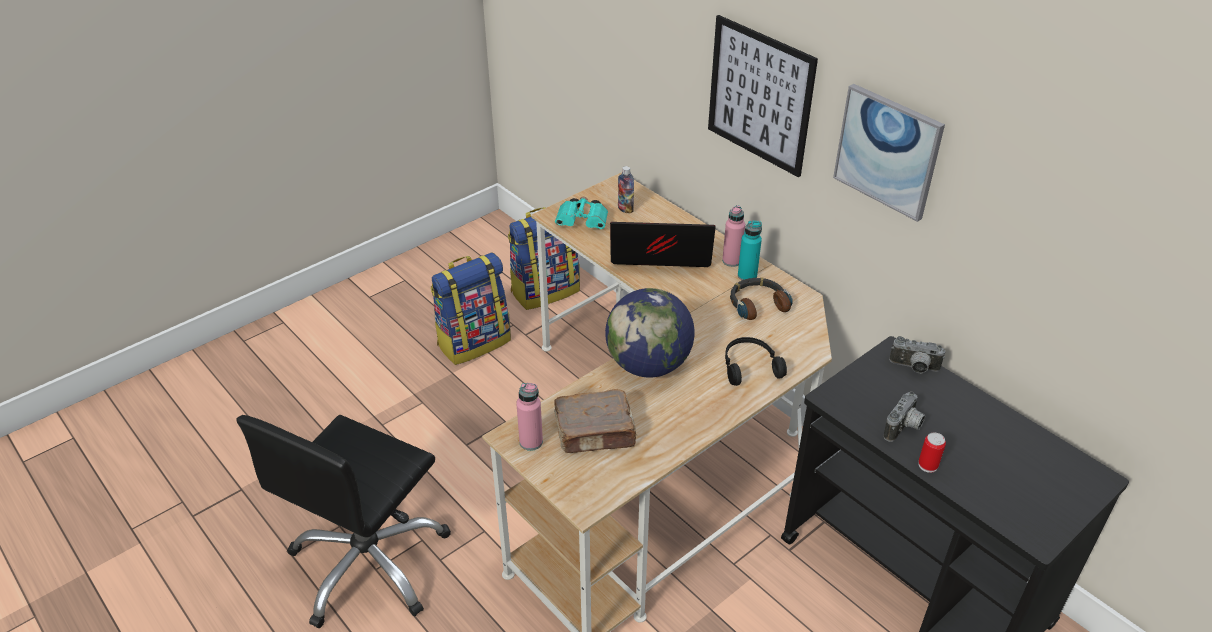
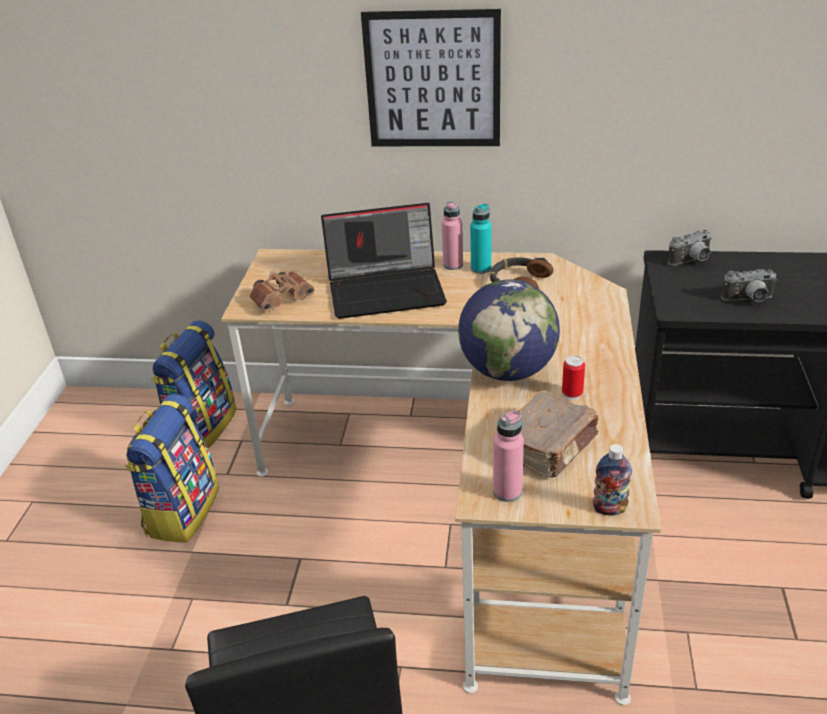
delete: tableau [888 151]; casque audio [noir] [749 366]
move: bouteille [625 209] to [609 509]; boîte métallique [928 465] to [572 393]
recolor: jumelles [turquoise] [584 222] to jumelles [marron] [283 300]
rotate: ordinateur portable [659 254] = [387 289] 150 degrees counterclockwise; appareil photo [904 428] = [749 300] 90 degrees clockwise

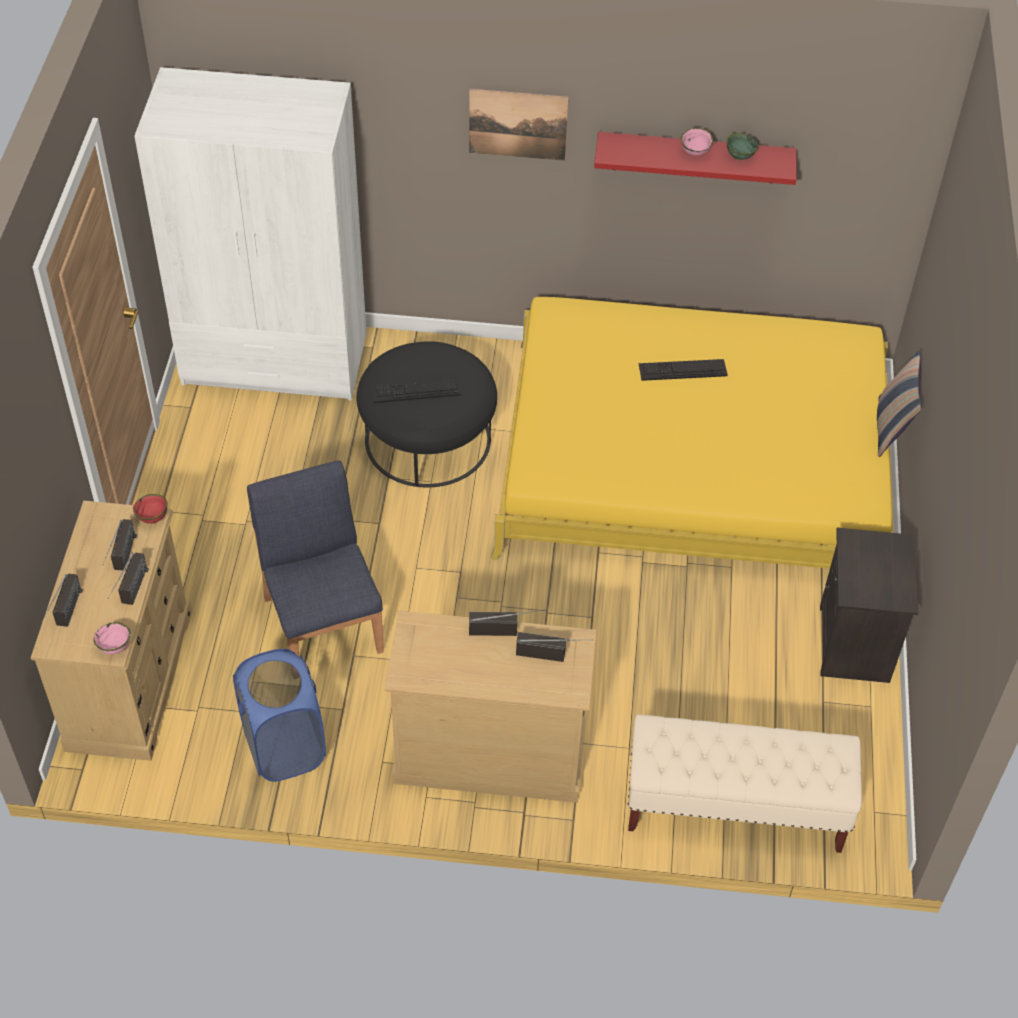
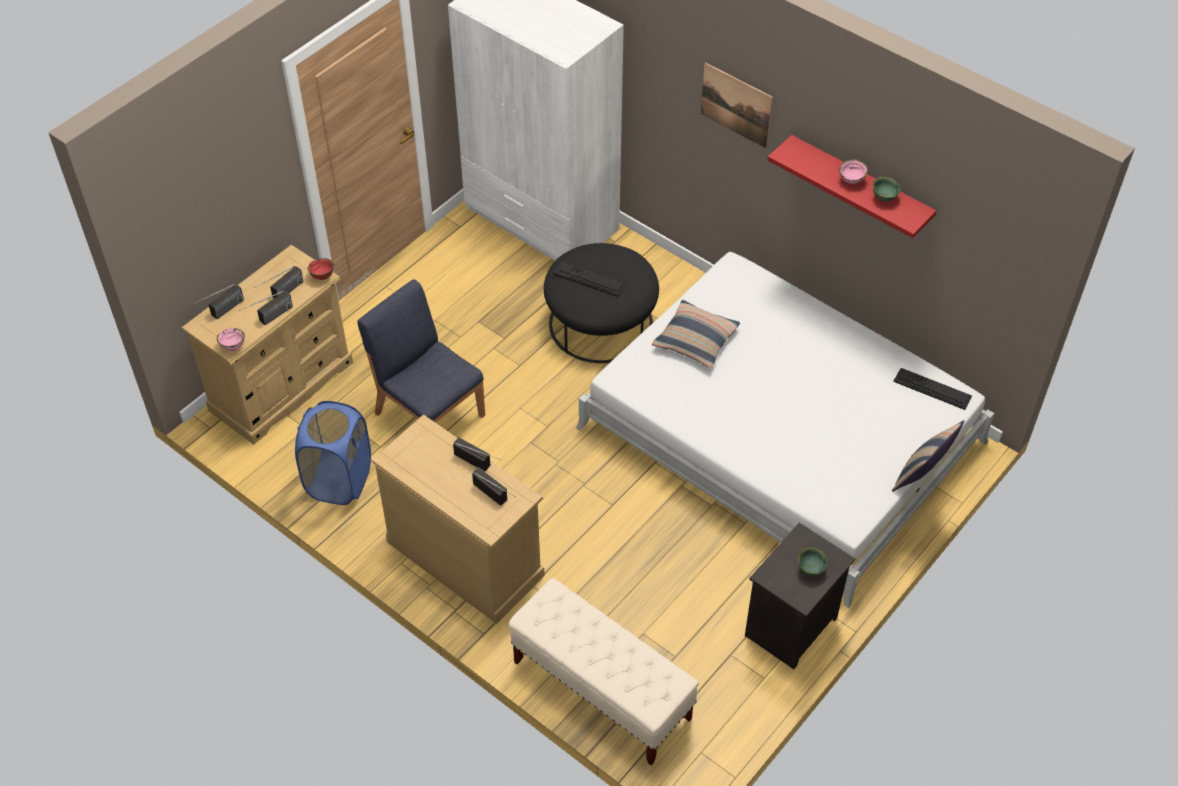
insert: coussin [695 340]; bol [vert] [810 568]
move: clavier [682 370] to [932 388]
recolor: lit [jaune] [694 463] to lit [blanc] [780 434]
rotate: chaise [bleu] [323 622] = [429 413] 60 degrees counterclockwise

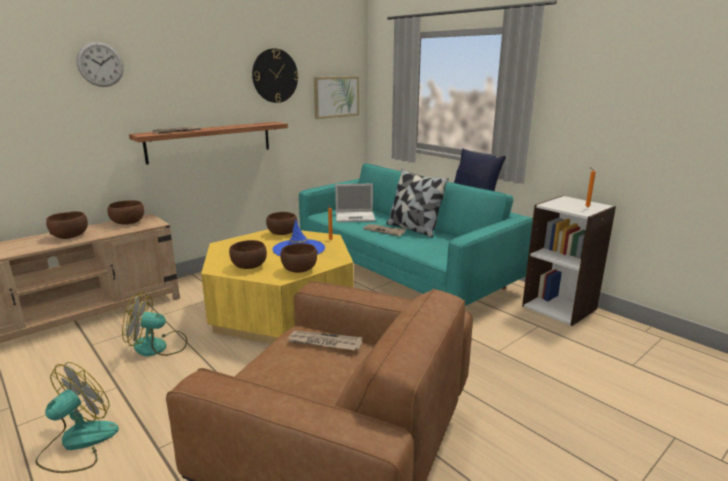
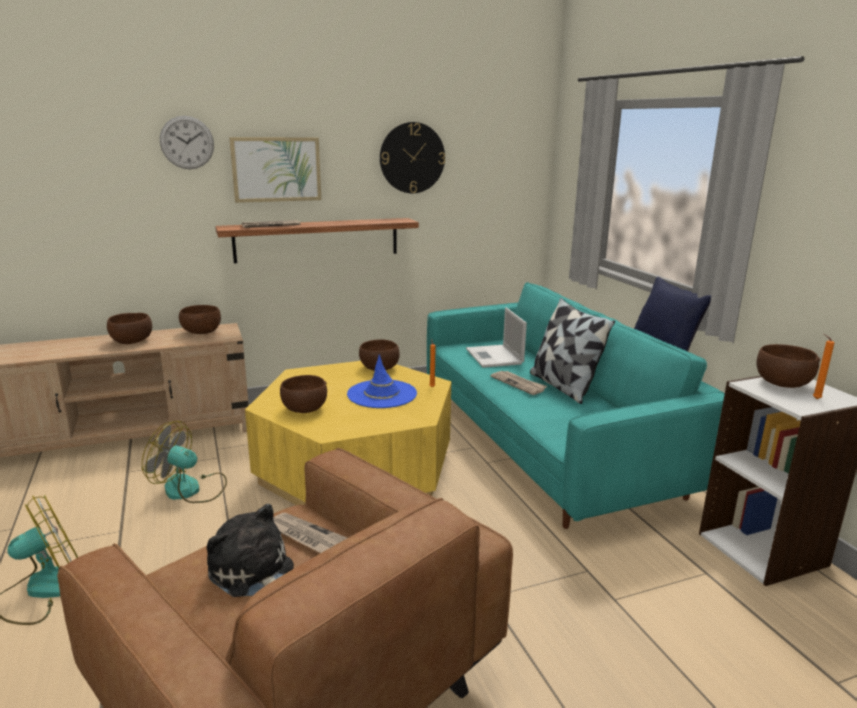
insert: peluche [253 573]
move: tableau [336 97] to [276 169]; bol [marron] [299 270] to [782 384]
rotate: ordinateur portable [356 217] = [494 357] 60 degrees clockwise

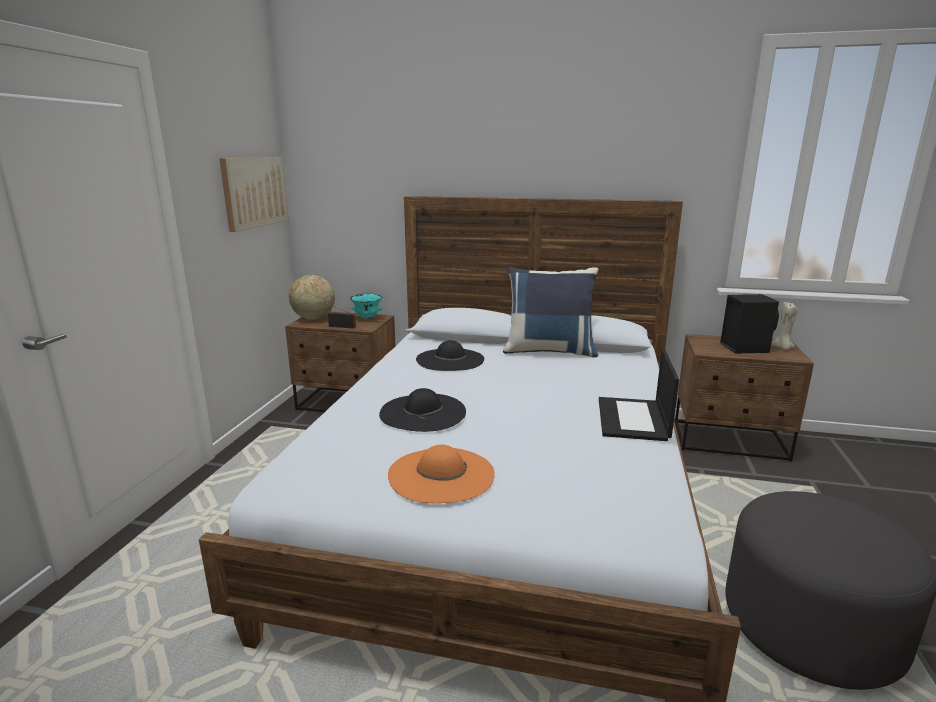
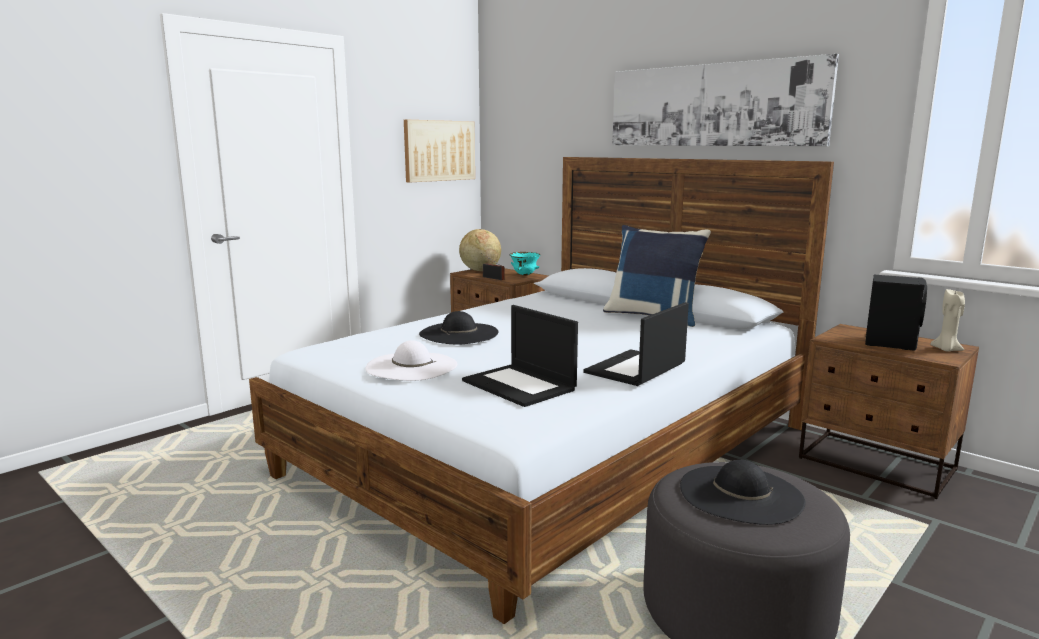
insert: tableau [713 105]; ordinateur portable [520 385]
move: chapeau [noir] [450 359] to [740 494]
recolor: chapeau [orange] [441 474] to chapeau [blanc] [411 366]

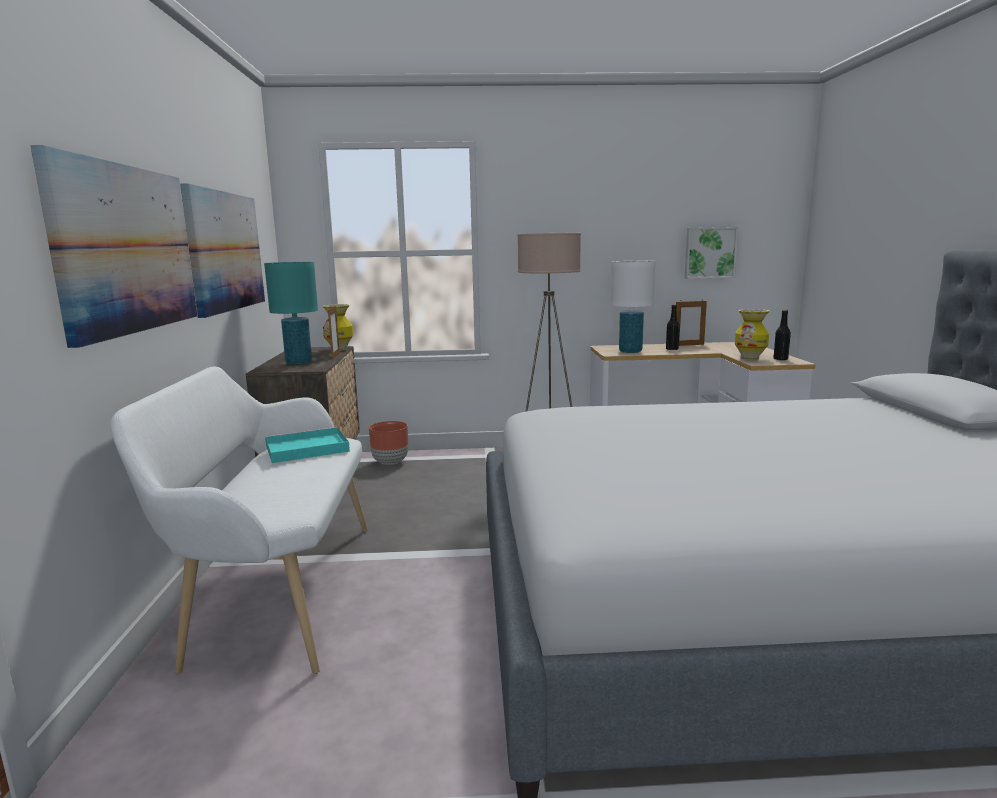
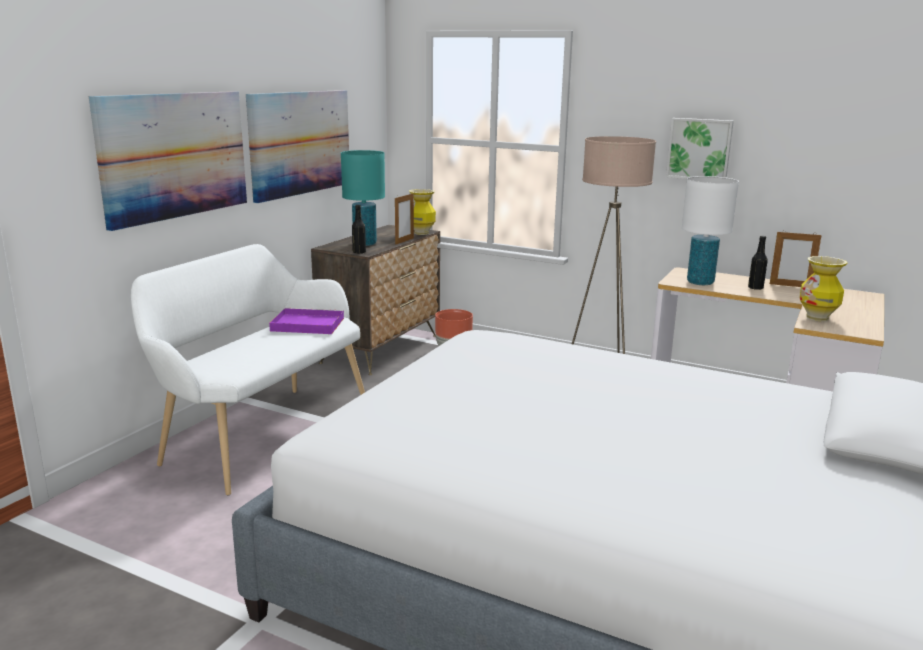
move: tableau [710 253] to [699 149]; bouteille [noir] [780 359] to [359 252]
recolor: plateau [turquoise] [305 449] to plateau [violet] [306 324]

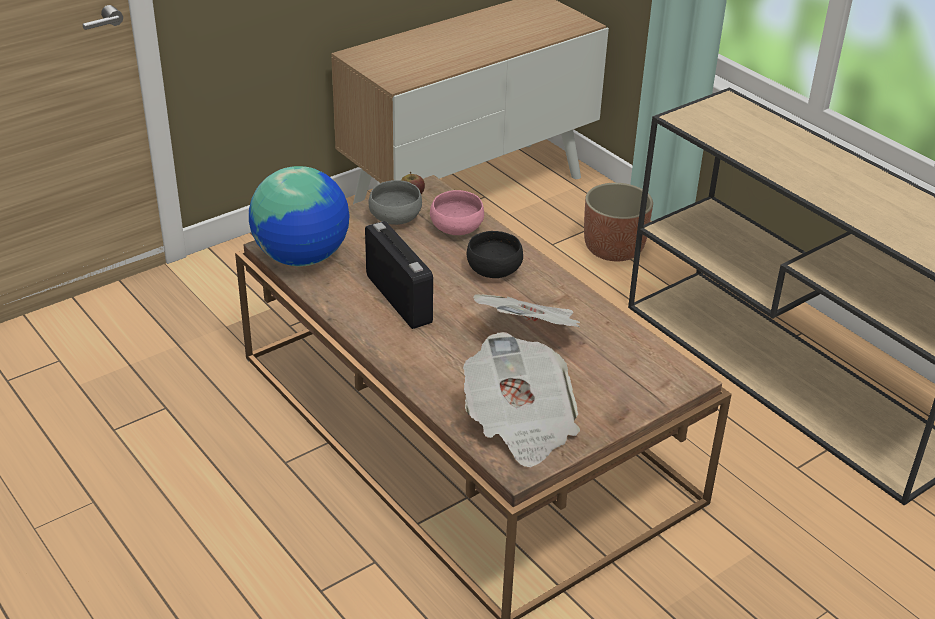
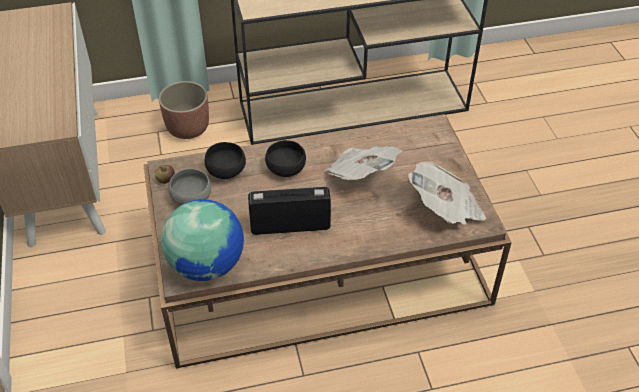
recolor: bol [rose] [457 230] to bol [noir] [227 171]

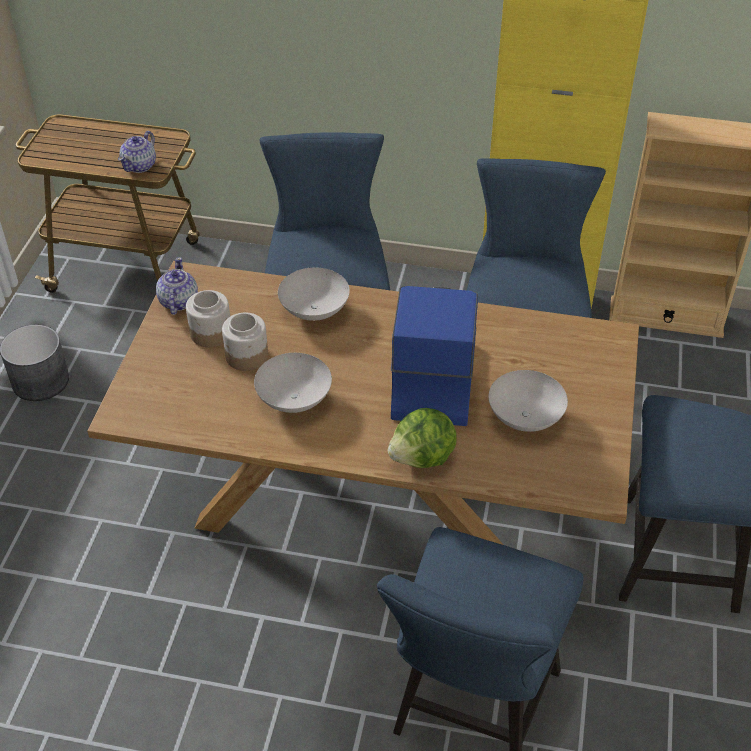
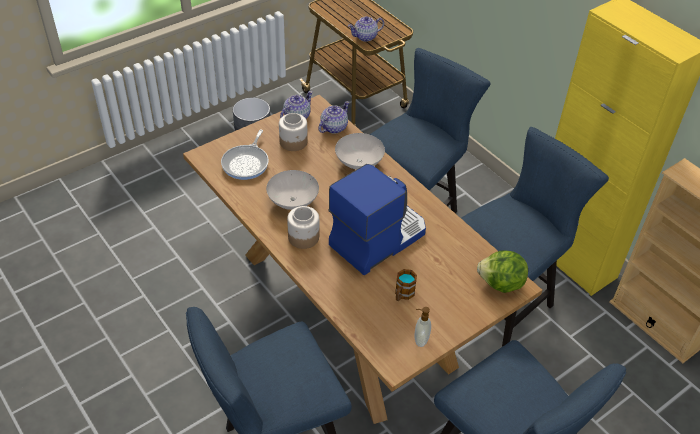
insert: théière [333 127]; poêle [246 163]; distributeur de savon [420 340]
move: bocal [246 356] to [303 237]; laitue [423 458] to [501 284]
replace: bol [blanc] [526 418] to mug [403 294]

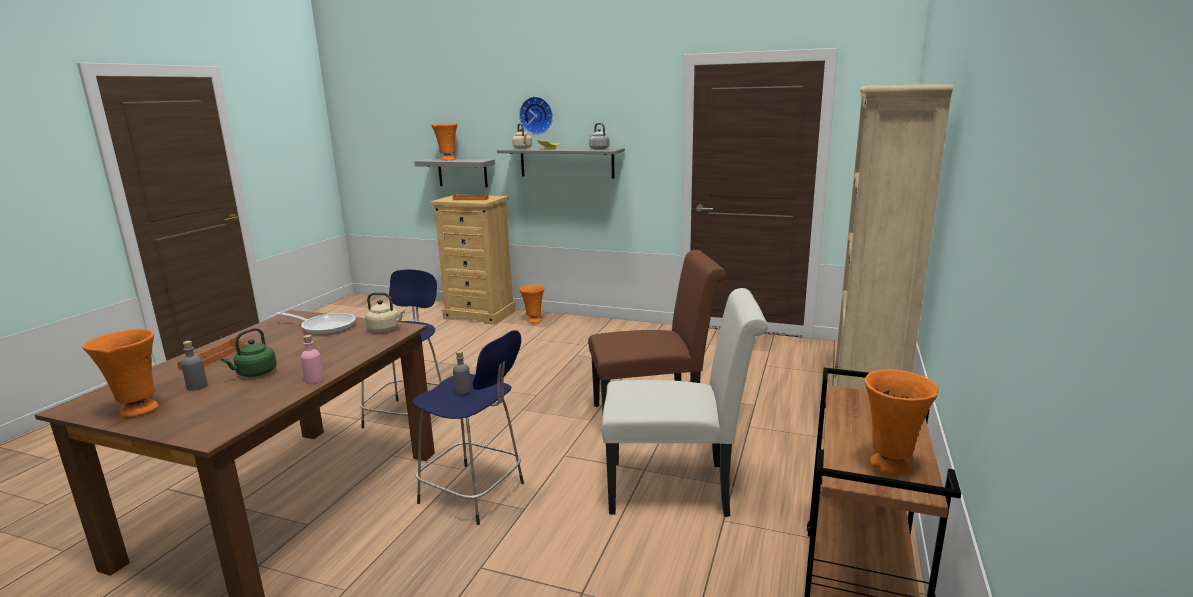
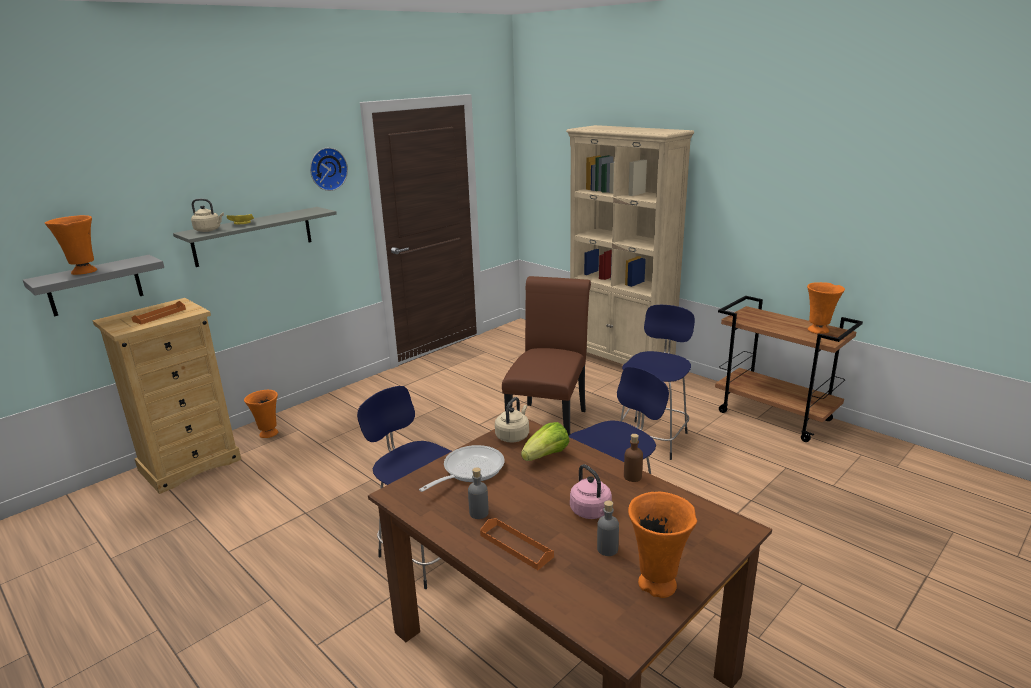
delete: bouilloire [gris] [598 149]
insert: laitue [546 456]
move: horloge murale [537 115] to [327 169]; bouteille [gris] [463 390] to [479 513]
replace: chaise [blanc] [678 488] to tabouret [bleu] [653 438]
recolor: bouilloire [vert] [255 373] to bouilloire [rose] [592 512]; bouteille [rose] [314 380] to bouteille [marron] [632 477]

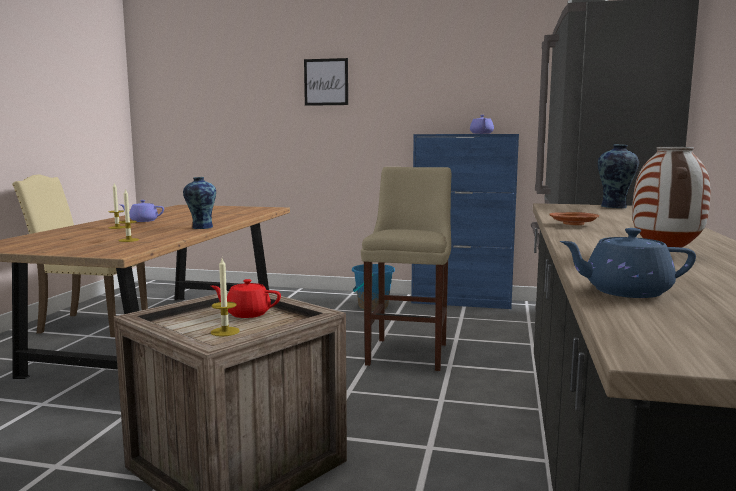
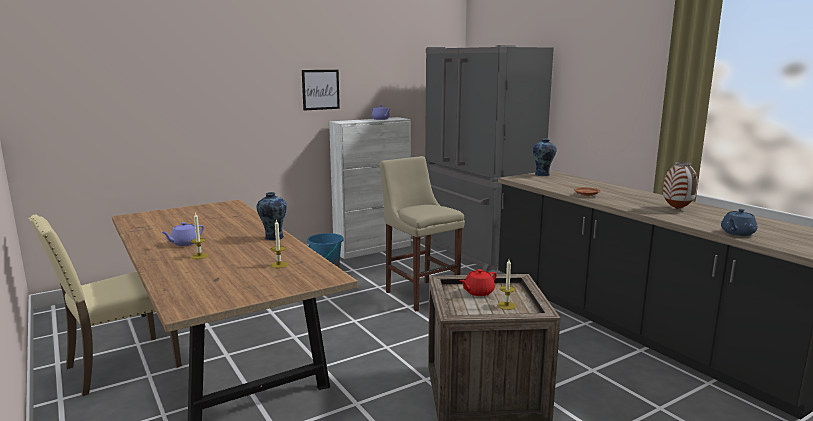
move: tableau [326 82] to [320 89]
recolor: meuble de rangement [bleu] [462 302] to meuble de rangement [blanc] [373 249]

